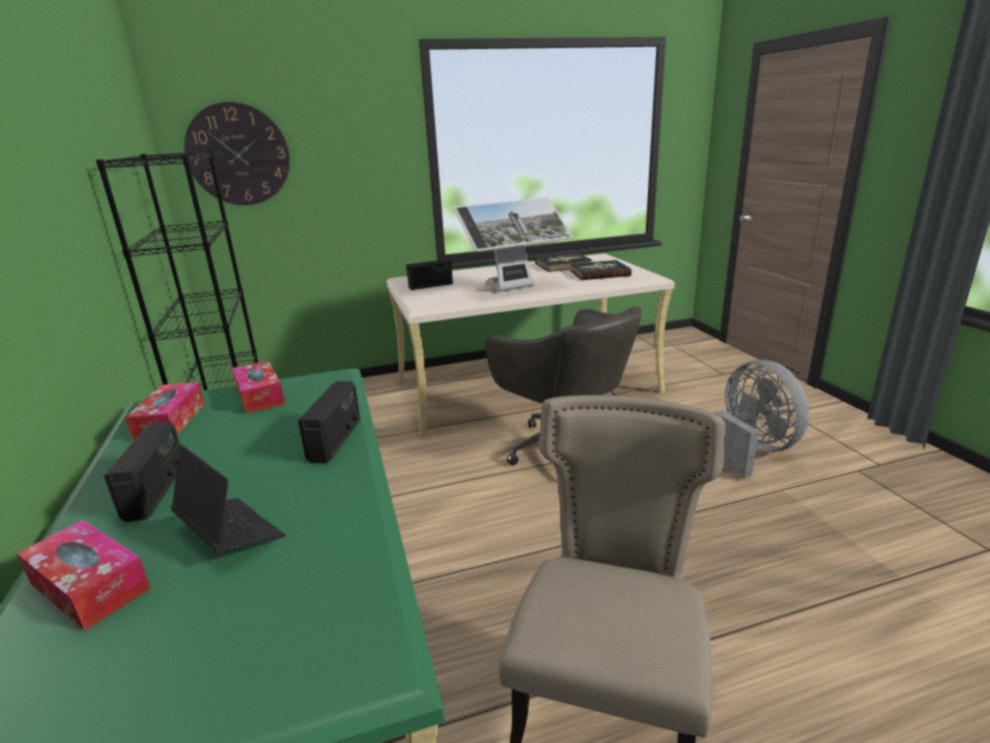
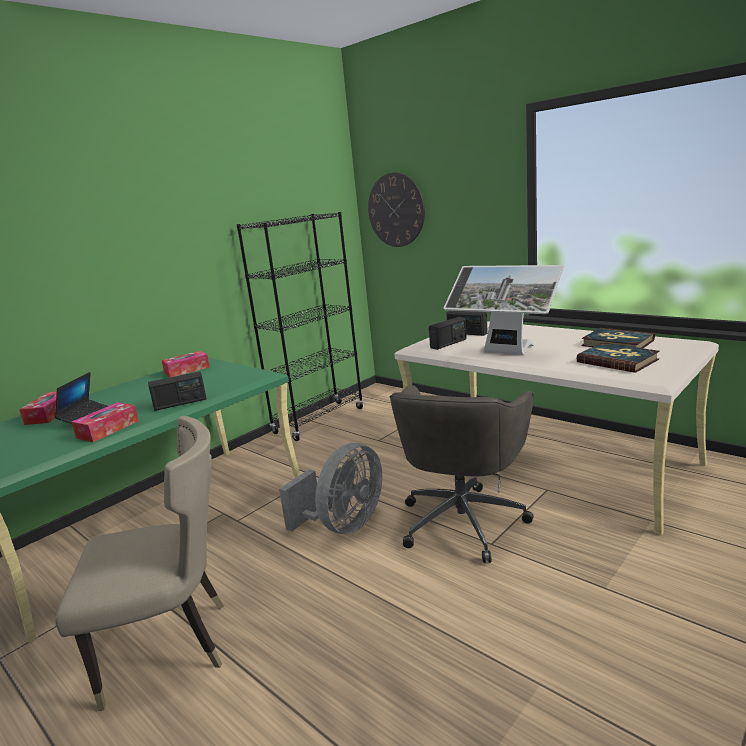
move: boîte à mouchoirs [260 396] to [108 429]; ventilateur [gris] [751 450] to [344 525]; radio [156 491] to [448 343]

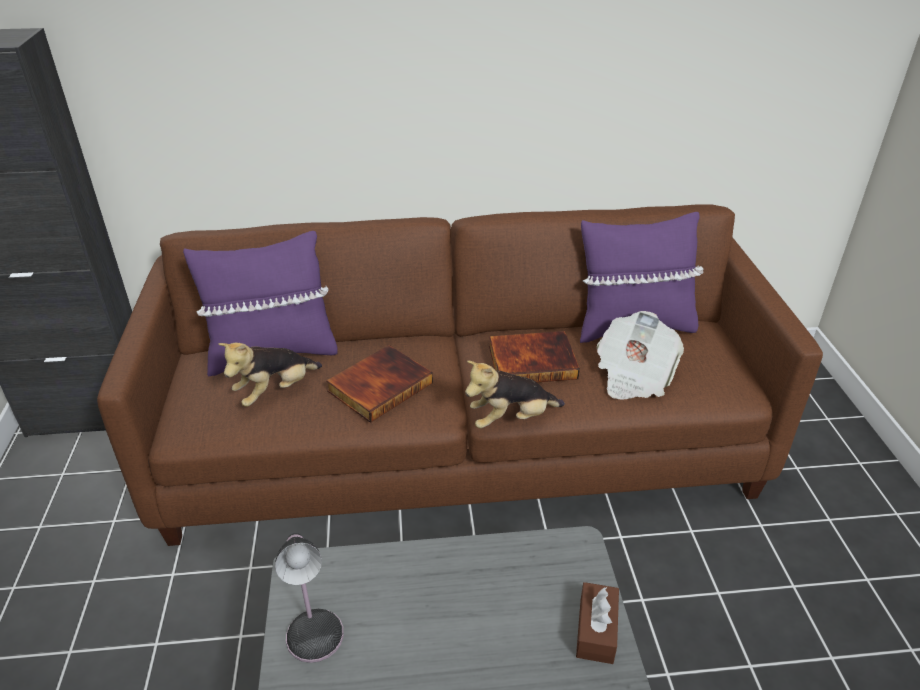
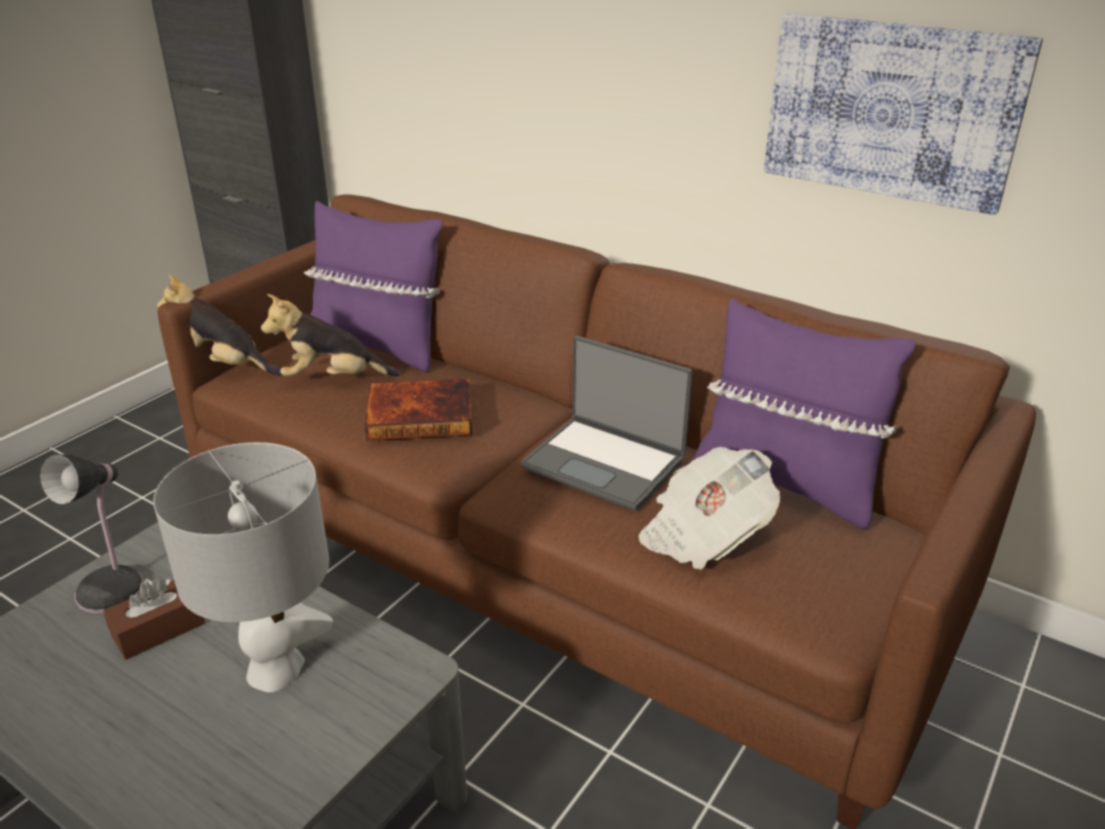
insert: tableau [891 110]; lampe de table [gris] [276 669]
move: peluche [511 419] to [225 365]; boîte à mouchoirs [marron] [596 630] to [159 629]
replace: livre [532 361] to ordinateur portable [605 463]

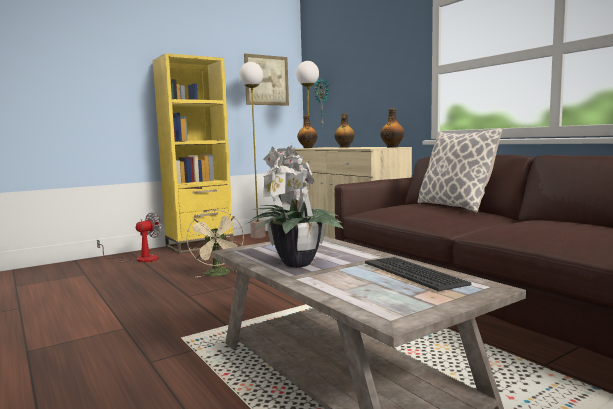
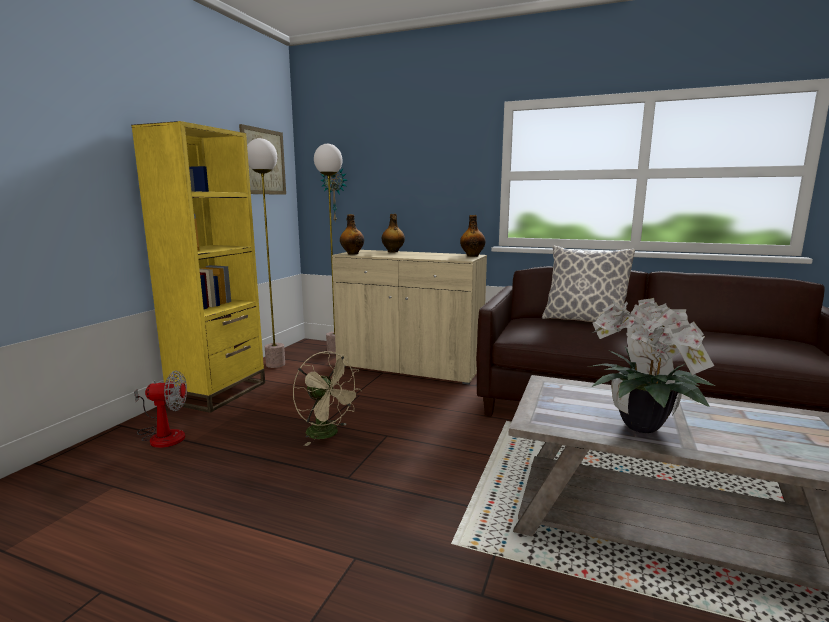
delete: clavier [414 273]
rotate: ventilateur [139 259] = [163 435] 75 degrees clockwise

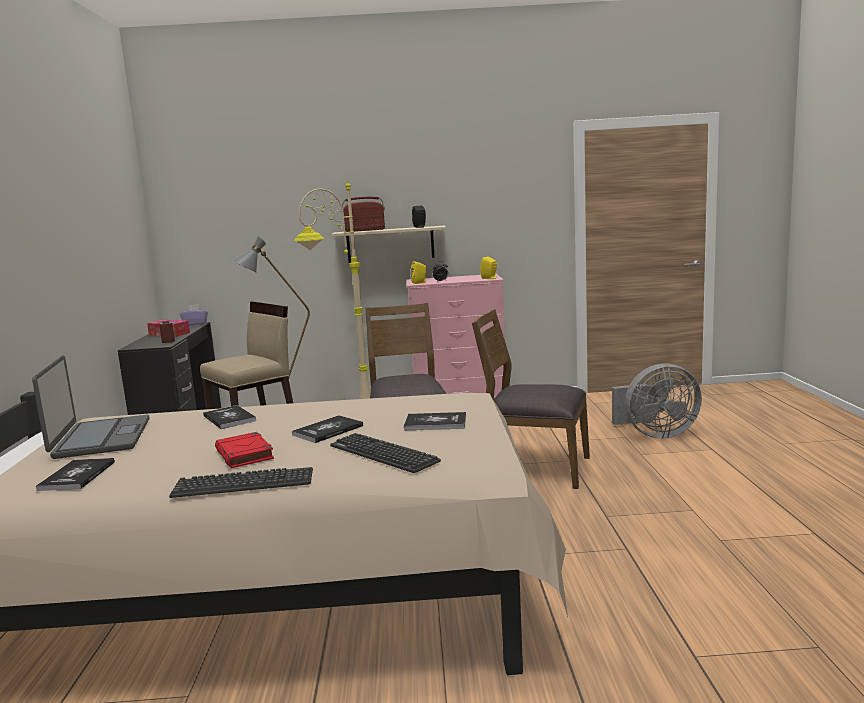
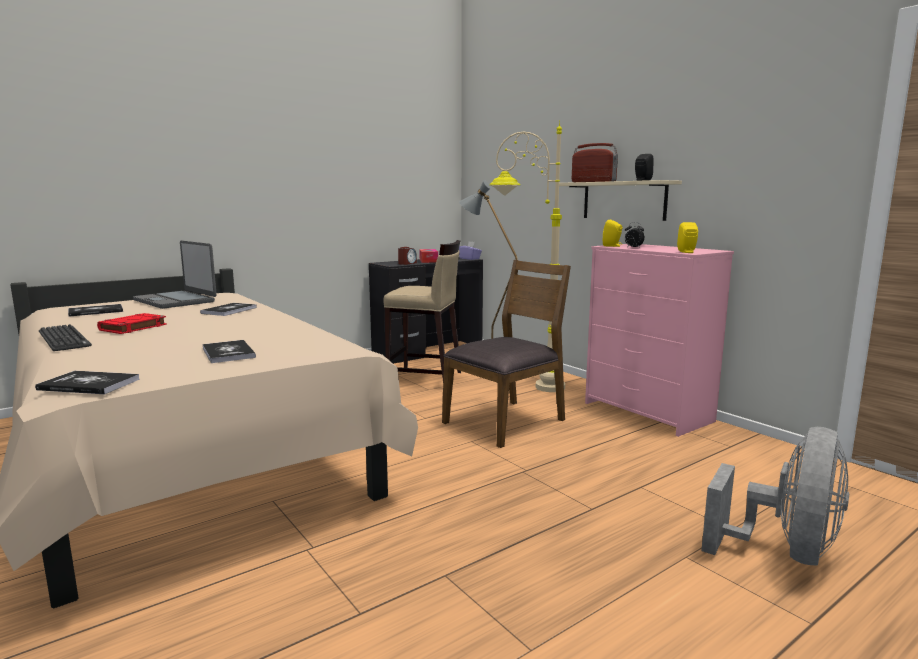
delete: chaise [marron] [534 468]; clavier [383 454]
move: livre [328 430] to [89 384]
rotate: ordinateur portable [100 438] = [176 301] 90 degrees clockwise; ventilateur [gris] [655 434] = [785 552] 105 degrees counterclockwise

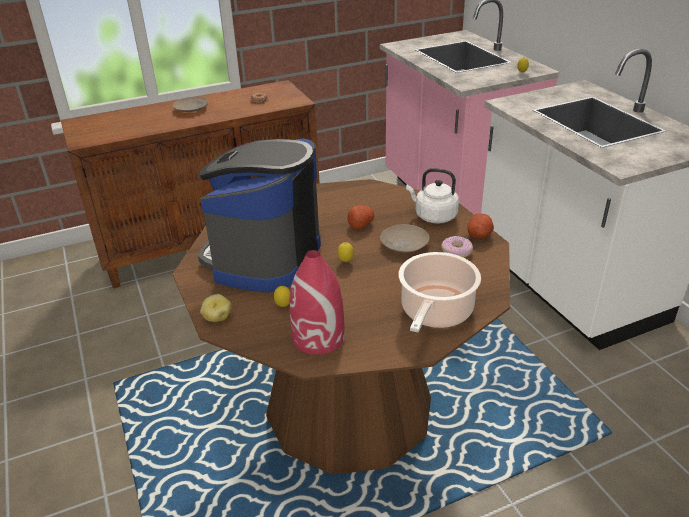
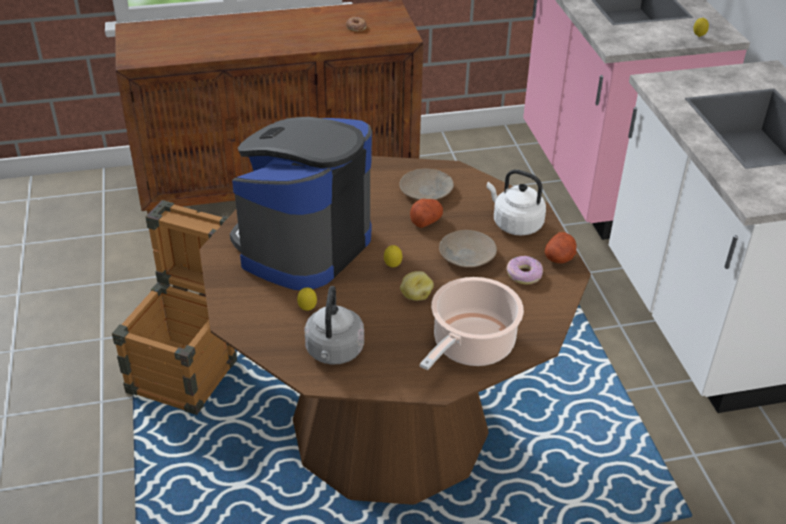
insert: caisse [190 367]
move: assiette [beige] [192 108] to [427 191]; pomme de terre [217 317] to [415 295]
replace: vase [rouge] [318 337] to bouilloire [gris] [334 352]

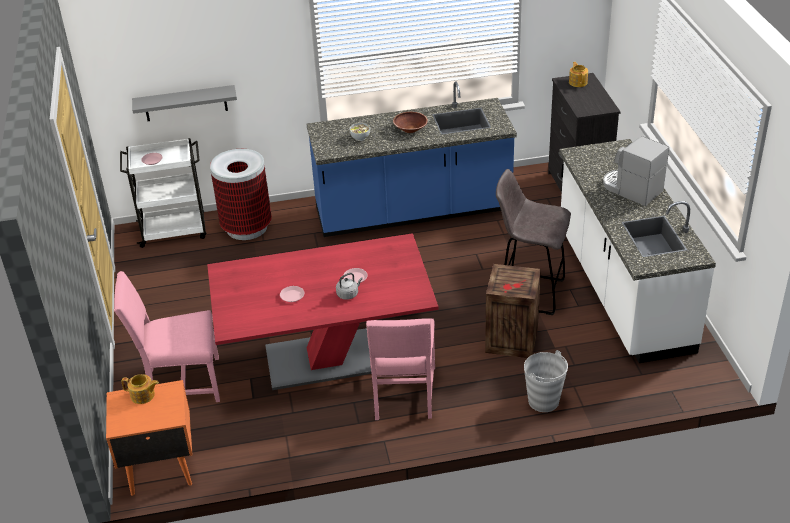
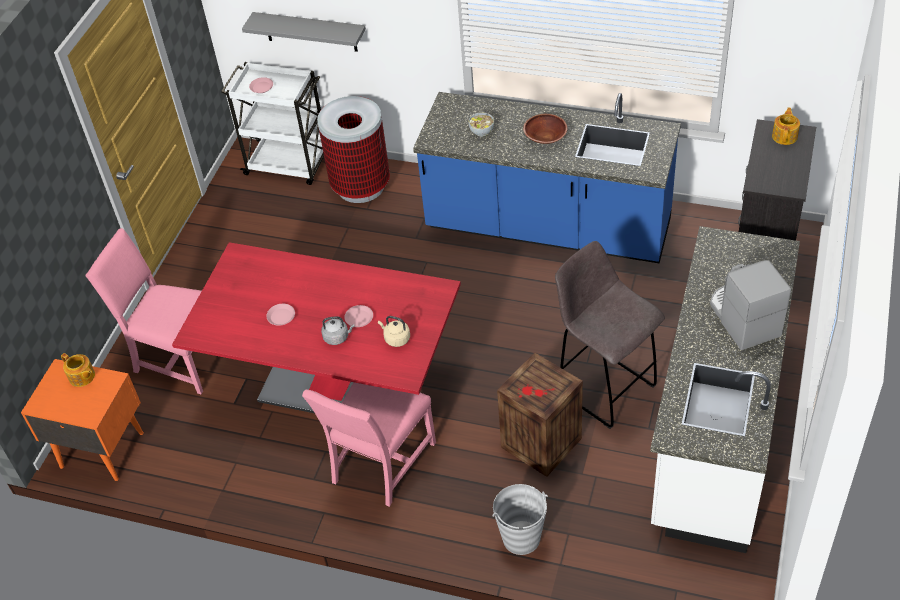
insert: bouilloire [beige] [396 339]

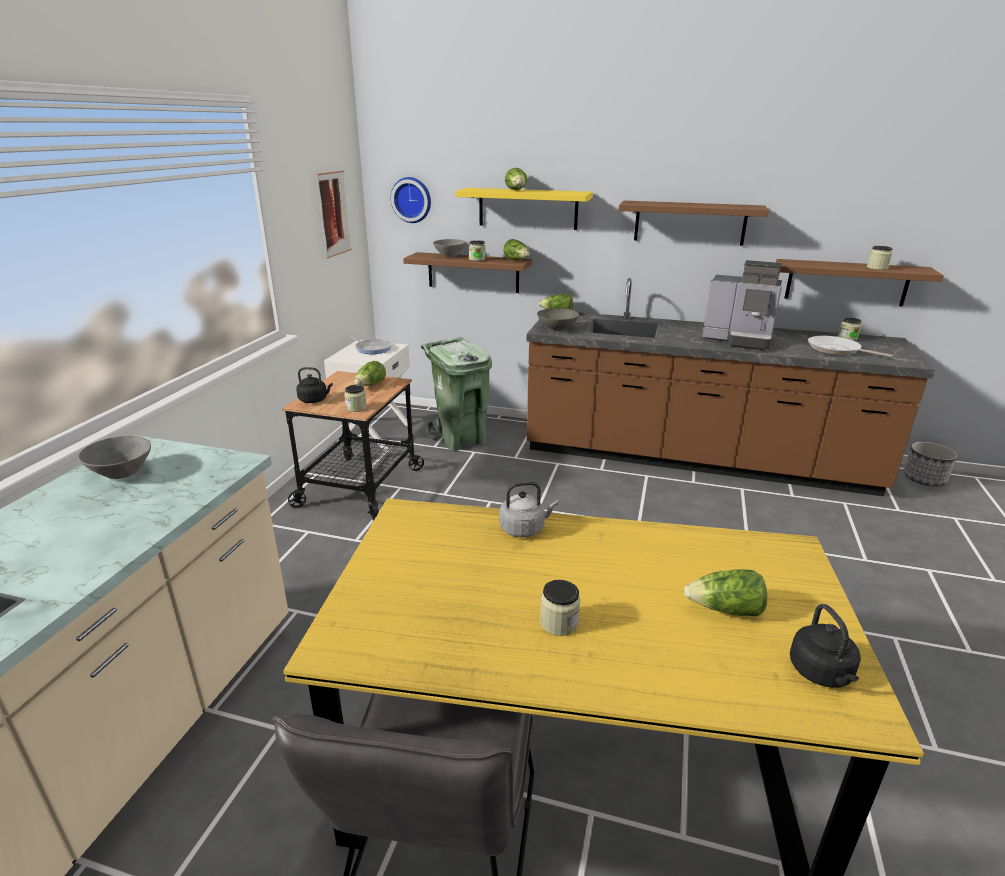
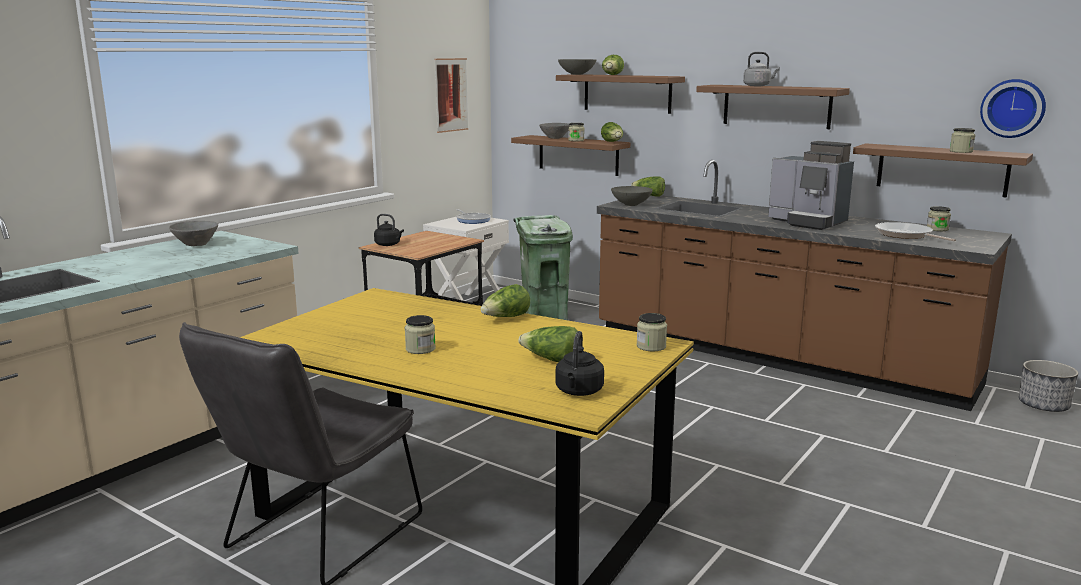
insert: bol [gris] [577 74]
move: horloge murale [412 199] to [1013 108]; laitue [370 385] to [506 318]; bocal [356 408] to [651 346]; bouilloire [gris] [524 529] to [758 86]
recolor: étagère [jaune] [528 208] to étagère [marron] [627 93]

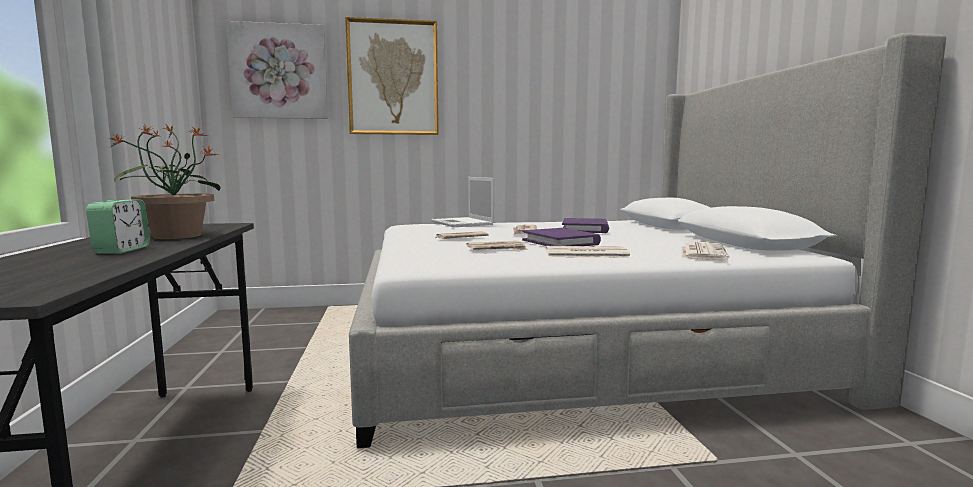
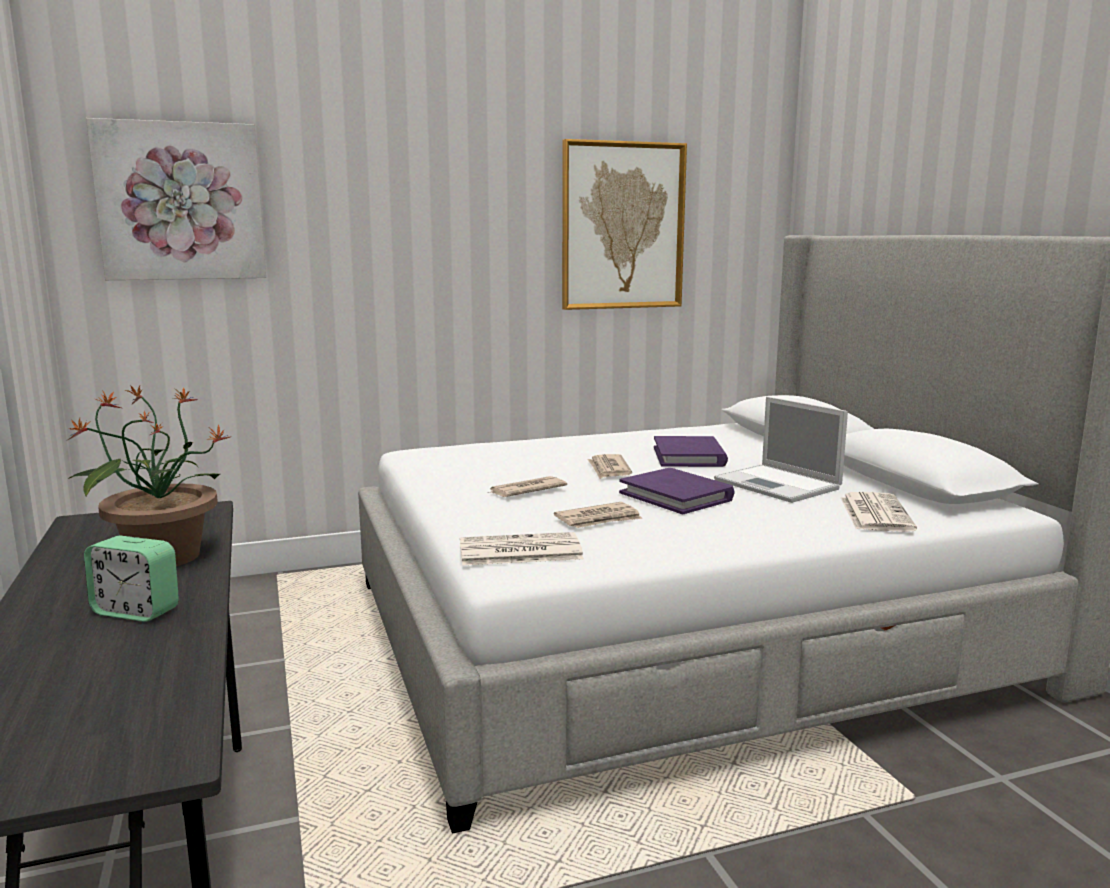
move: tableau [393 78] to [622 226]; ordinateur portable [463 223] to [779 485]; journal [585 254] to [518 551]
rotate: réveil [122 250] = [136 612] 120 degrees clockwise

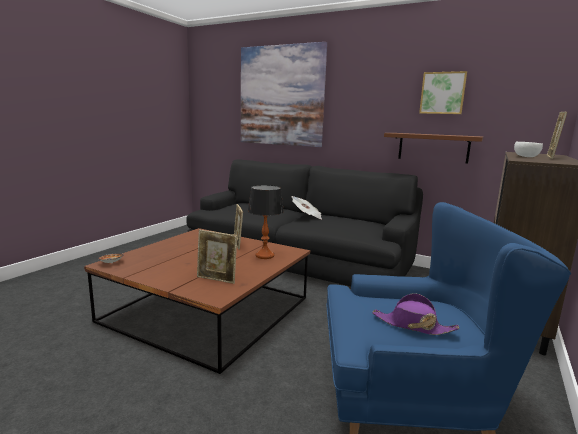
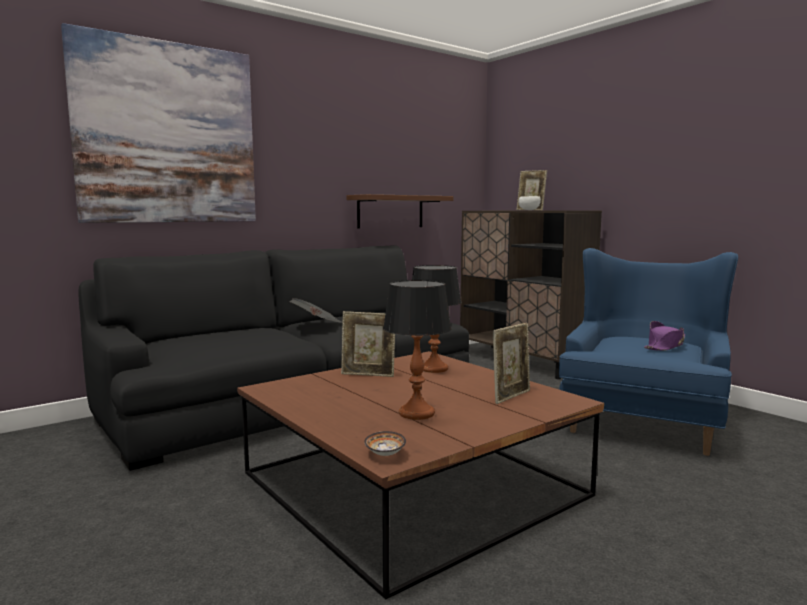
delete: tableau [442 93]
insert: lampe de table [417 413]

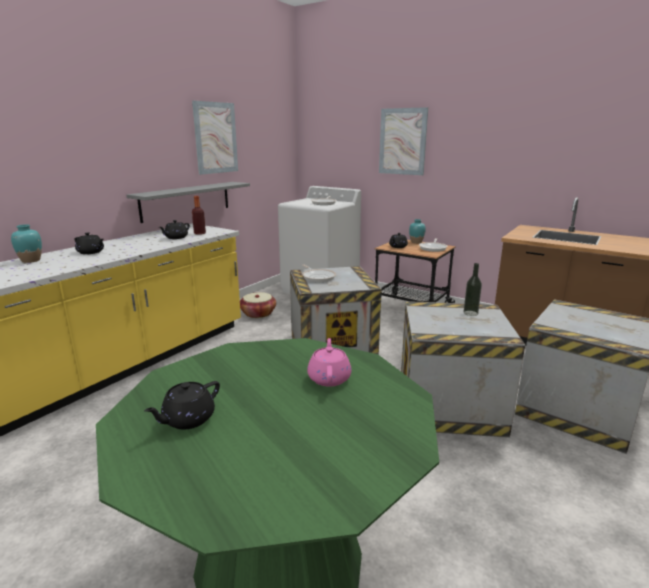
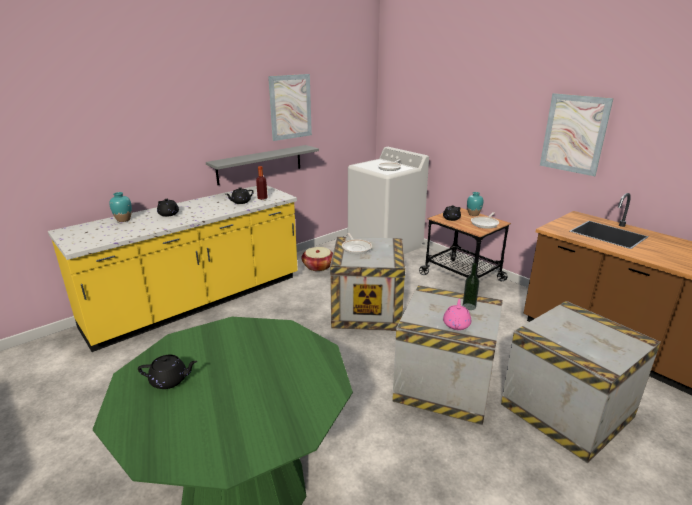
move: tableau [402 141] to [574 134]; théière [rose] [329 378] to [456 324]
rotate: théière [noir] [187 419] = [170 380] 150 degrees counterclockwise

